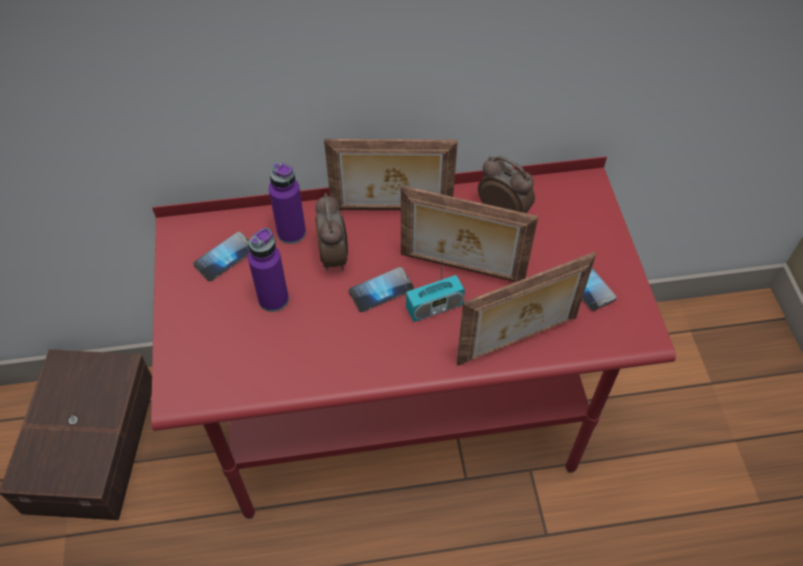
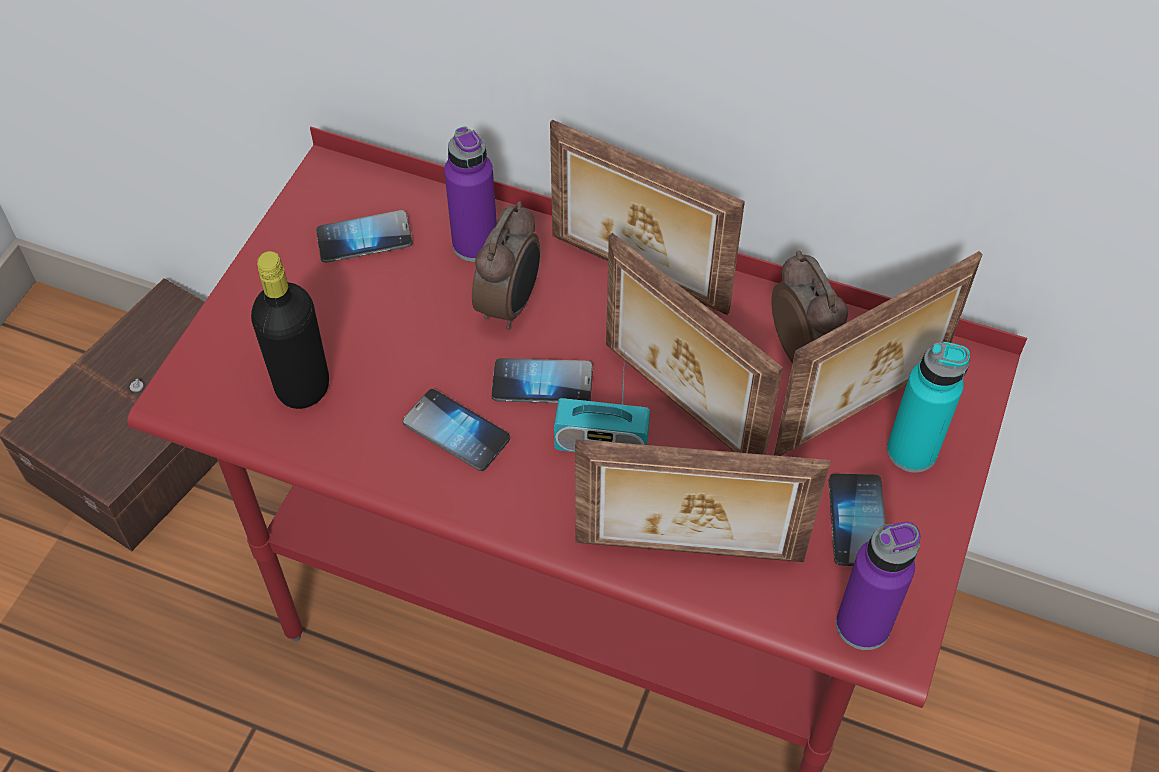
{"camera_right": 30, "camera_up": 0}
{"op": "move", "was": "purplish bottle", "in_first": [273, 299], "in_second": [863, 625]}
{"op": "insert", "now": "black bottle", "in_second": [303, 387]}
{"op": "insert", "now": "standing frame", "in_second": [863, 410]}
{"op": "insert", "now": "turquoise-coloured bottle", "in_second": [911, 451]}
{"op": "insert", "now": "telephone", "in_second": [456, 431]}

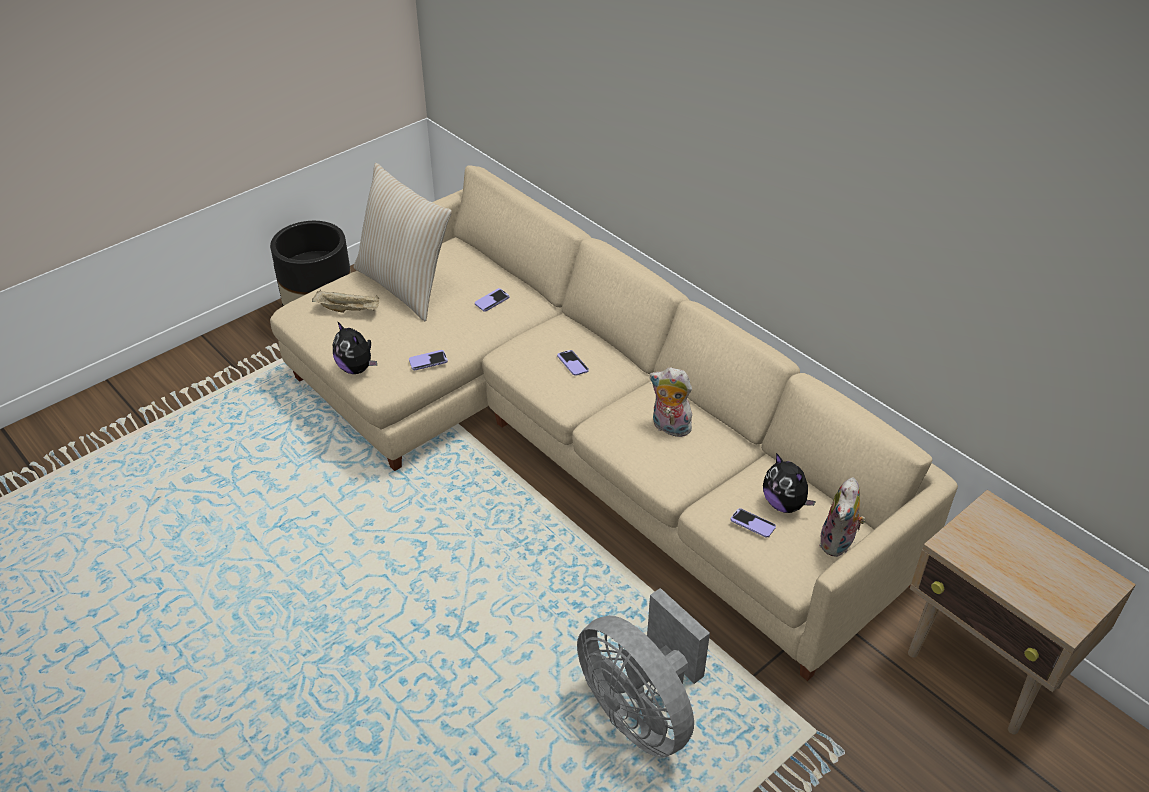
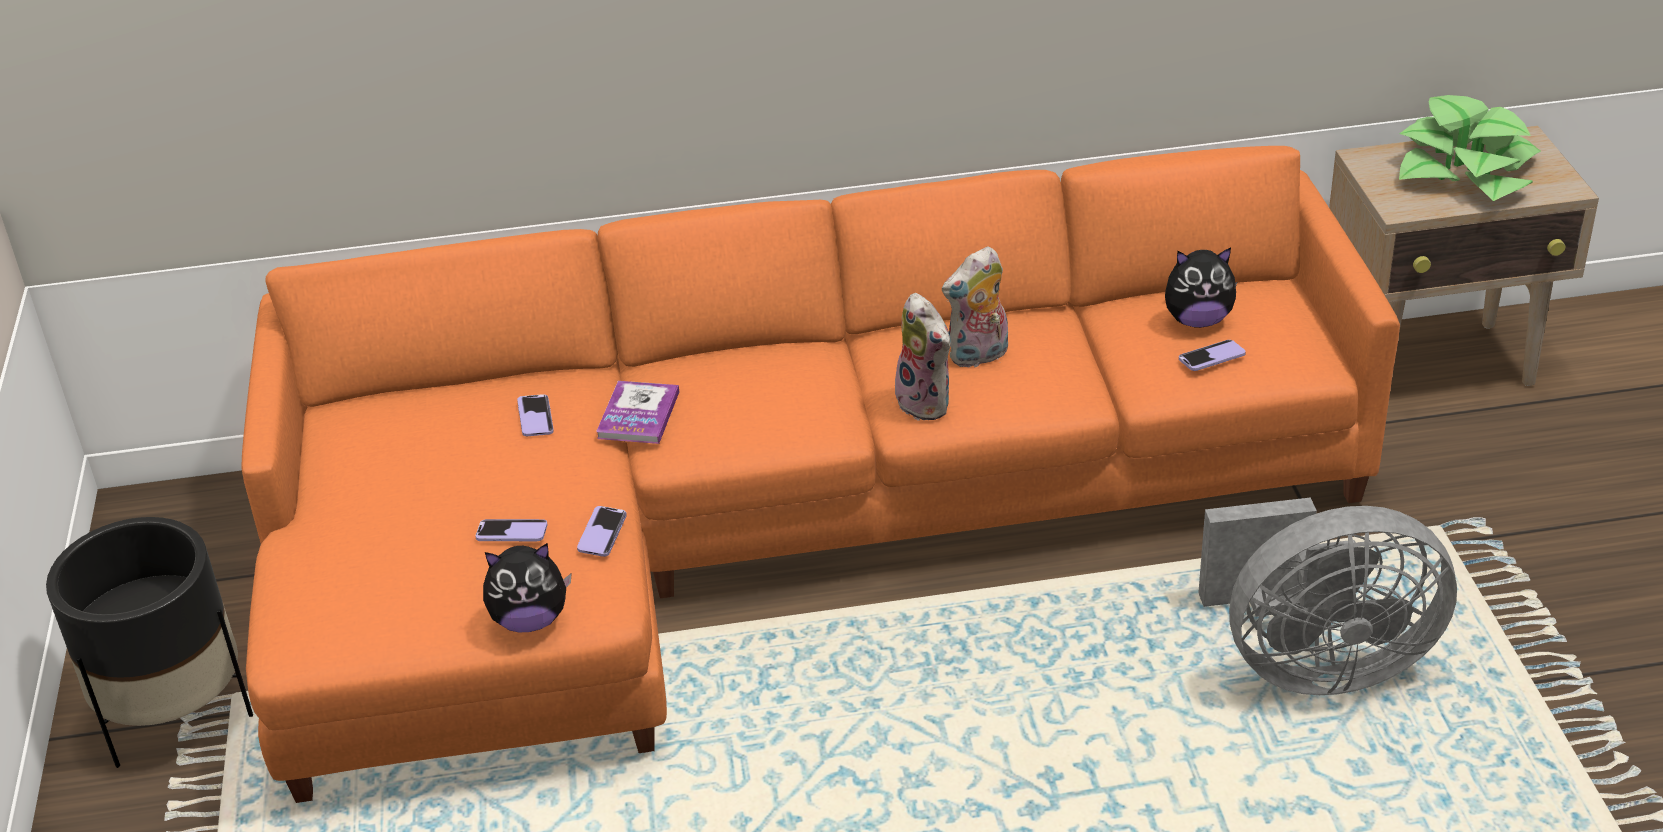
{"camera_right": -55, "camera_up": -5}
{"op": "delete", "was": "beige throw pillow", "in_first": [405, 286]}
{"op": "recolor", "was": "beige sofa", "now": "orangey sofa", "in_first": [574, 437], "in_second": [768, 529]}
{"op": "delete", "was": "beige carrying tray", "in_first": [349, 310]}
{"op": "move", "was": "telephone", "in_first": [572, 363], "in_second": [512, 532]}
{"op": "move", "was": "plush toy", "in_first": [838, 543], "in_second": [928, 403]}
{"op": "insert", "now": "potted plant", "in_second": [1465, 170]}
{"op": "insert", "now": "volume", "in_second": [638, 415]}

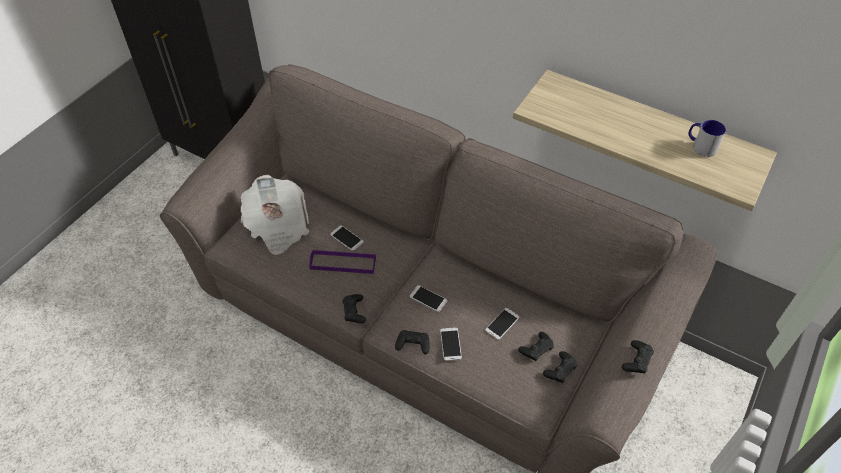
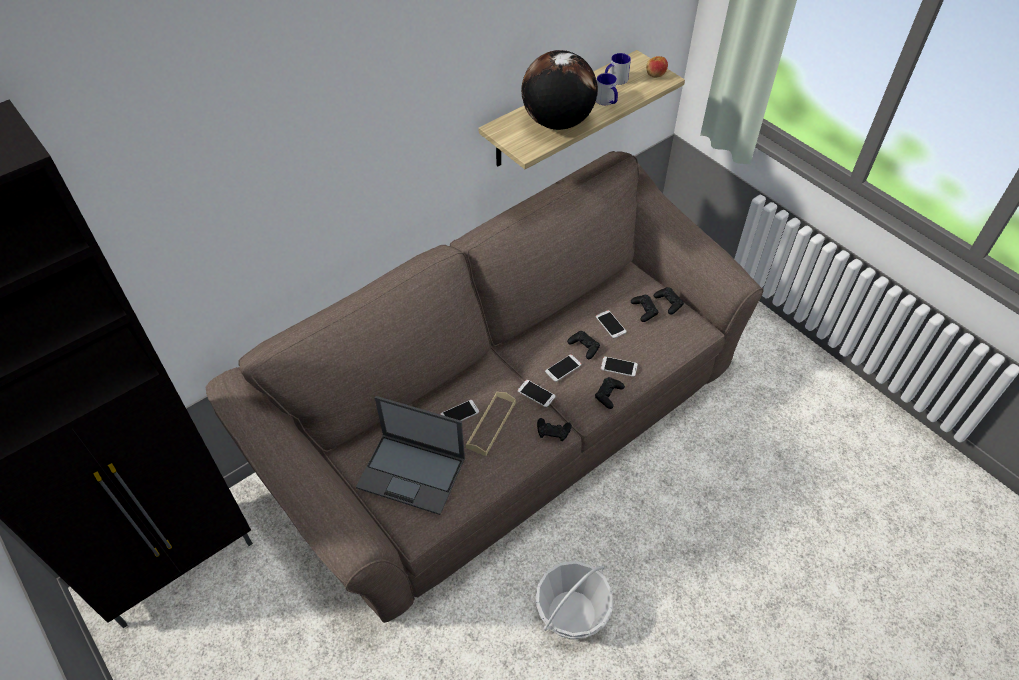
{"camera_right": -70, "camera_up": 0}
{"op": "replace", "was": "daily paper", "now": "laptop", "in_first": [277, 227], "in_second": [412, 473]}
{"op": "recolor", "was": "purplish carrying tray", "now": "beige carrying tray", "in_first": [343, 263], "in_second": [491, 425]}
{"op": "move", "was": "black game controller", "in_first": [637, 360], "in_second": [584, 347]}
{"op": "insert", "now": "world globe", "in_second": [557, 122]}
{"op": "insert", "now": "apple", "in_second": [655, 74]}
{"op": "insert", "now": "mug", "in_second": [607, 101]}
{"op": "insert", "now": "telephone", "in_second": [536, 393]}
{"op": "insert", "now": "household basket", "in_second": [571, 613]}

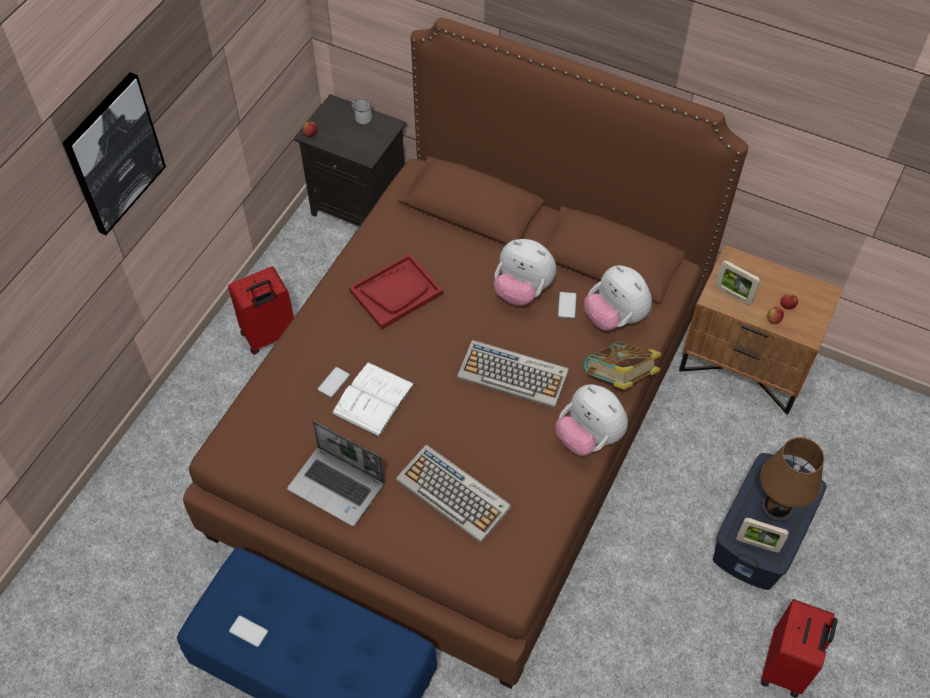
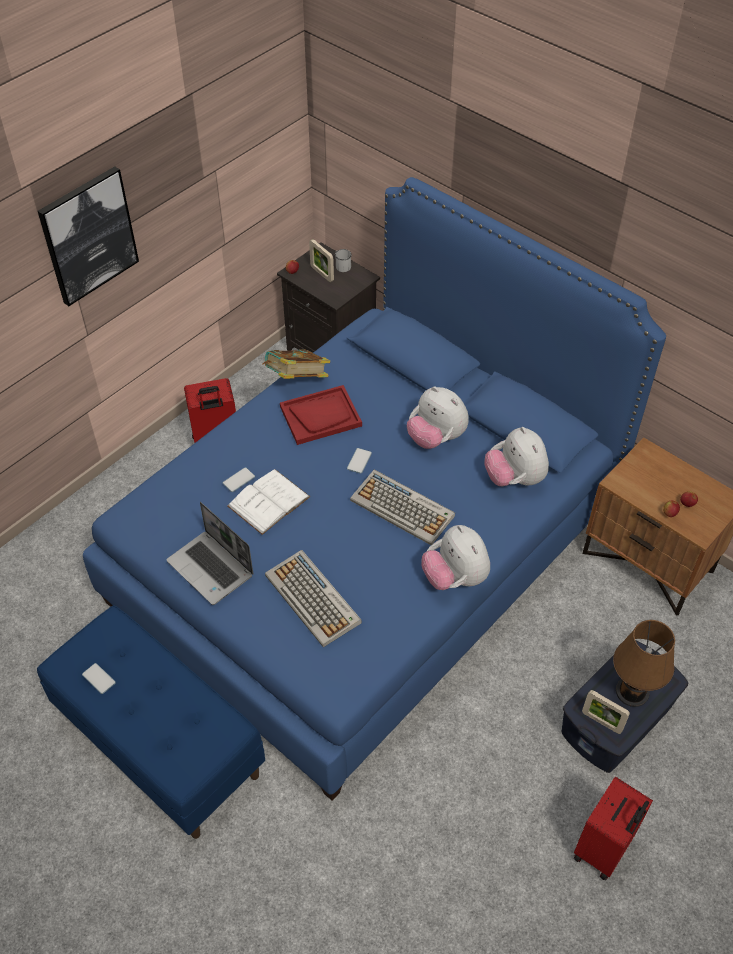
{"camera_right": 15, "camera_up": -5}
{"op": "recolor", "was": "brown-coloured bedroom bed", "now": "blue-coloured bedroom bed", "in_first": [464, 420], "in_second": [366, 552]}
{"op": "move", "was": "standing frame", "in_first": [733, 295], "in_second": [322, 274]}
{"op": "move", "was": "telephone", "in_first": [567, 305], "in_second": [359, 461]}
{"op": "move", "was": "volume", "in_first": [619, 378], "in_second": [297, 379]}

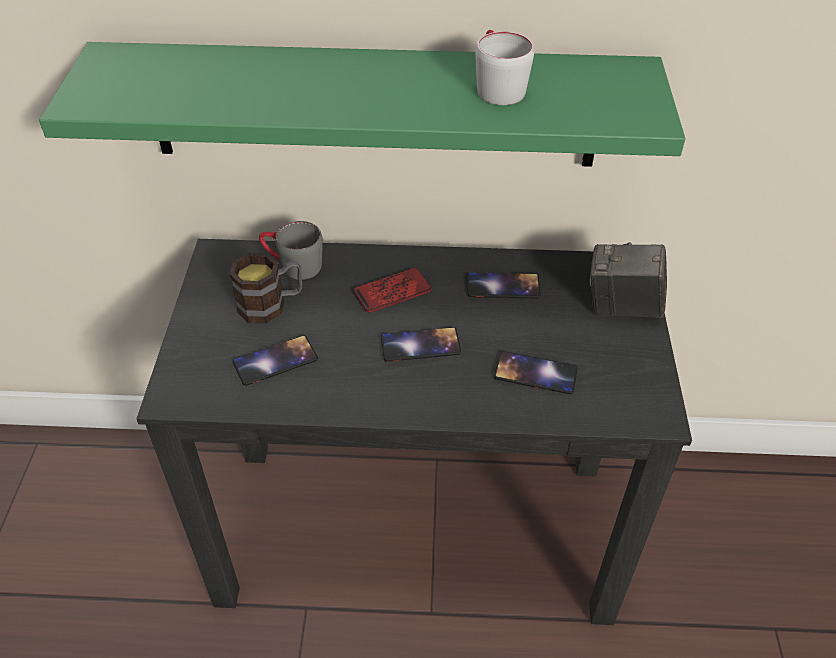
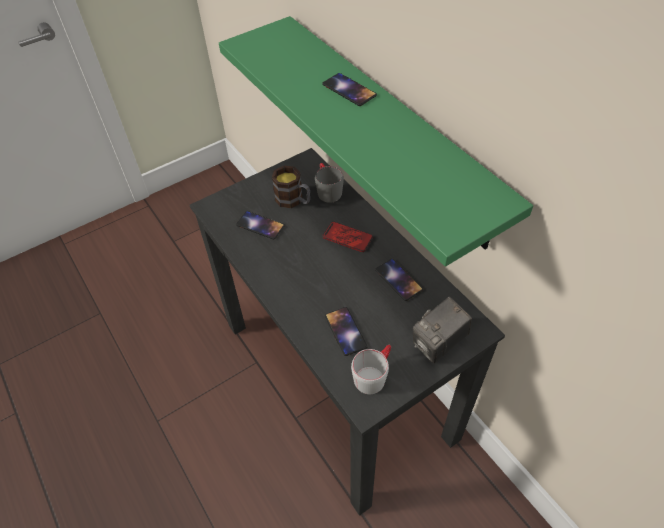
{"camera_right": 55, "camera_up": 5}
{"op": "move", "was": "grey mug", "in_first": [496, 86], "in_second": [373, 374]}
{"op": "rotate", "was": "still camera", "in_first": [622, 307], "in_second": [438, 344], "clockwise": -105}
{"op": "move", "was": "telephone", "in_first": [420, 345], "in_second": [349, 90]}

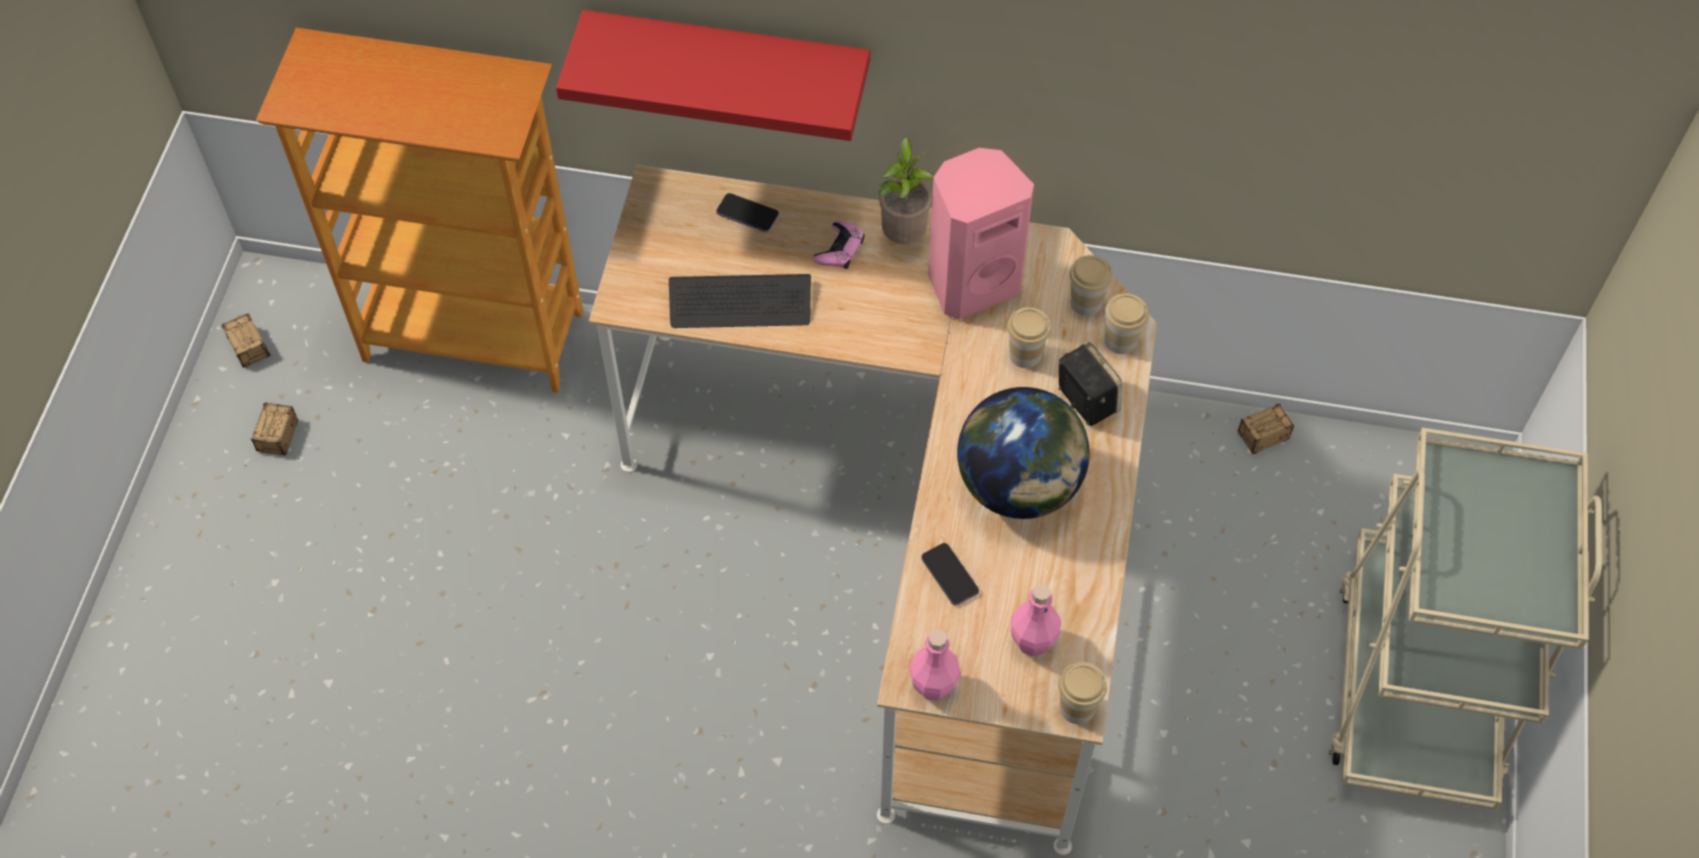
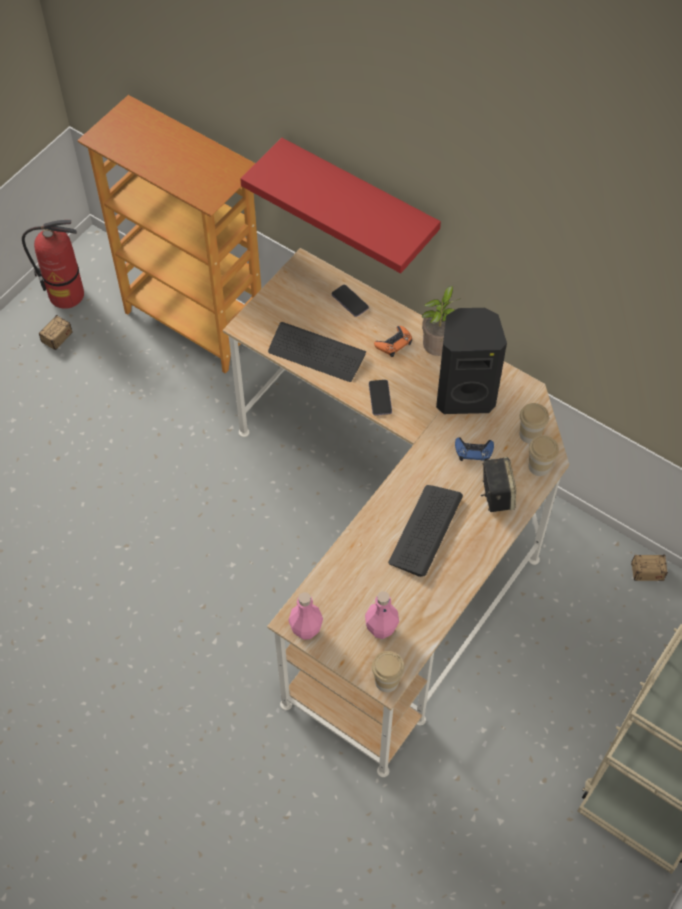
{"camera_right": 25, "camera_up": 0}
{"op": "recolor", "was": "pink-coloured speaker", "now": "black speaker", "in_first": [971, 282], "in_second": [464, 394]}
{"op": "recolor", "was": "pink-coloured game controller", "now": "orangey game controller", "in_first": [839, 249], "in_second": [394, 343]}
{"op": "replace", "was": "small cup", "now": "blue-coloured game controller", "in_first": [1025, 354], "in_second": [473, 451]}
{"op": "replace", "was": "storage bin", "now": "fire extinguisher", "in_first": [260, 368], "in_second": [67, 295]}
{"op": "replace", "was": "world globe", "now": "computer keyboard", "in_first": [1019, 486], "in_second": [425, 530]}
{"op": "move", "was": "telephone", "in_first": [949, 575], "in_second": [380, 398]}

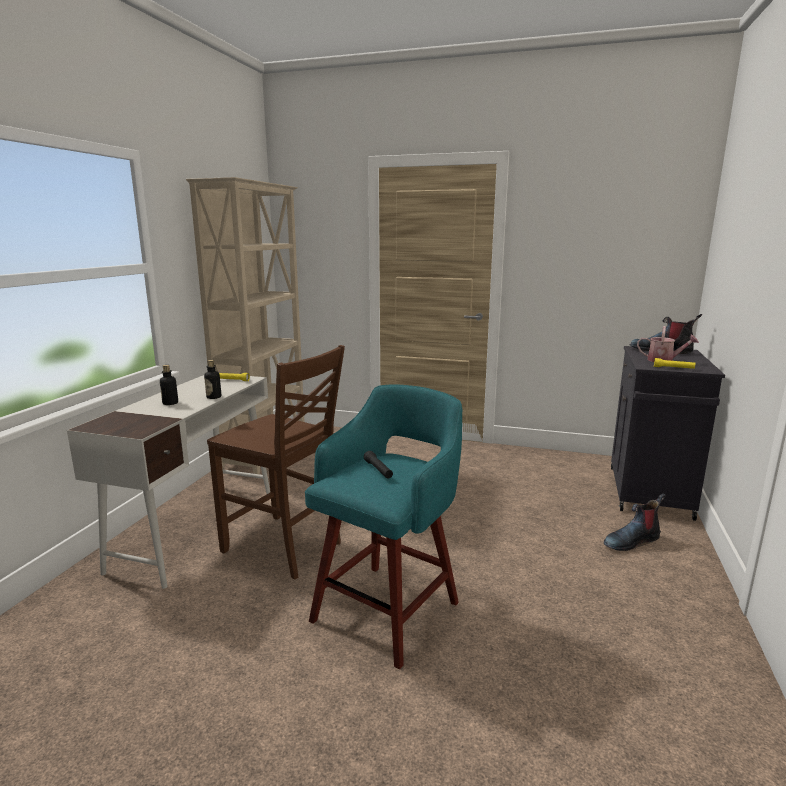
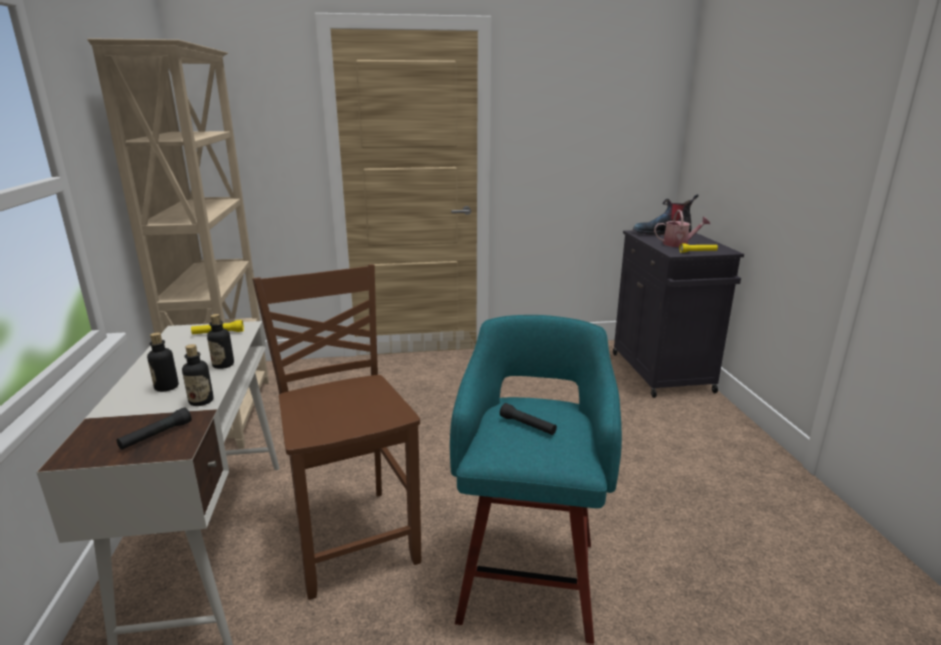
{"camera_right": -25, "camera_up": 5}
{"op": "rotate", "was": "brown-coloured chair", "in_first": [284, 547], "in_second": [353, 536], "clockwise": -120}
{"op": "delete", "was": "tall boot", "in_first": [631, 541]}
{"op": "insert", "now": "bottle", "in_second": [201, 401]}
{"op": "insert", "now": "black flashlight", "in_second": [156, 435]}

